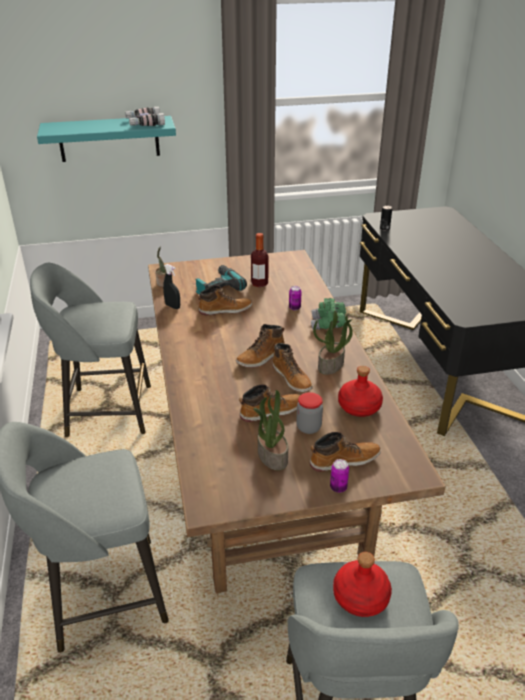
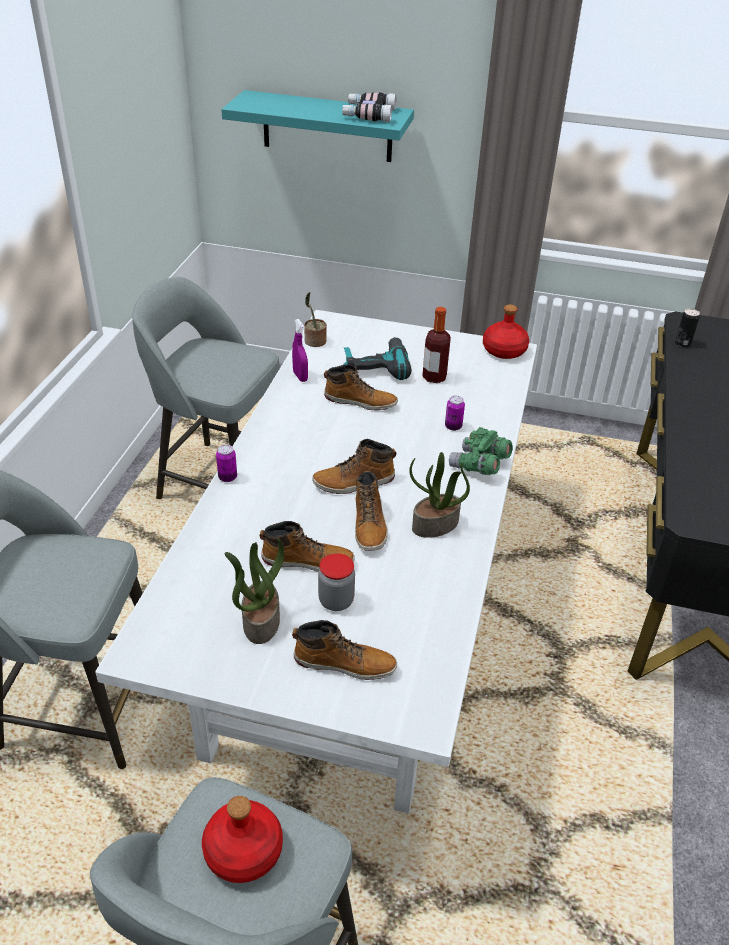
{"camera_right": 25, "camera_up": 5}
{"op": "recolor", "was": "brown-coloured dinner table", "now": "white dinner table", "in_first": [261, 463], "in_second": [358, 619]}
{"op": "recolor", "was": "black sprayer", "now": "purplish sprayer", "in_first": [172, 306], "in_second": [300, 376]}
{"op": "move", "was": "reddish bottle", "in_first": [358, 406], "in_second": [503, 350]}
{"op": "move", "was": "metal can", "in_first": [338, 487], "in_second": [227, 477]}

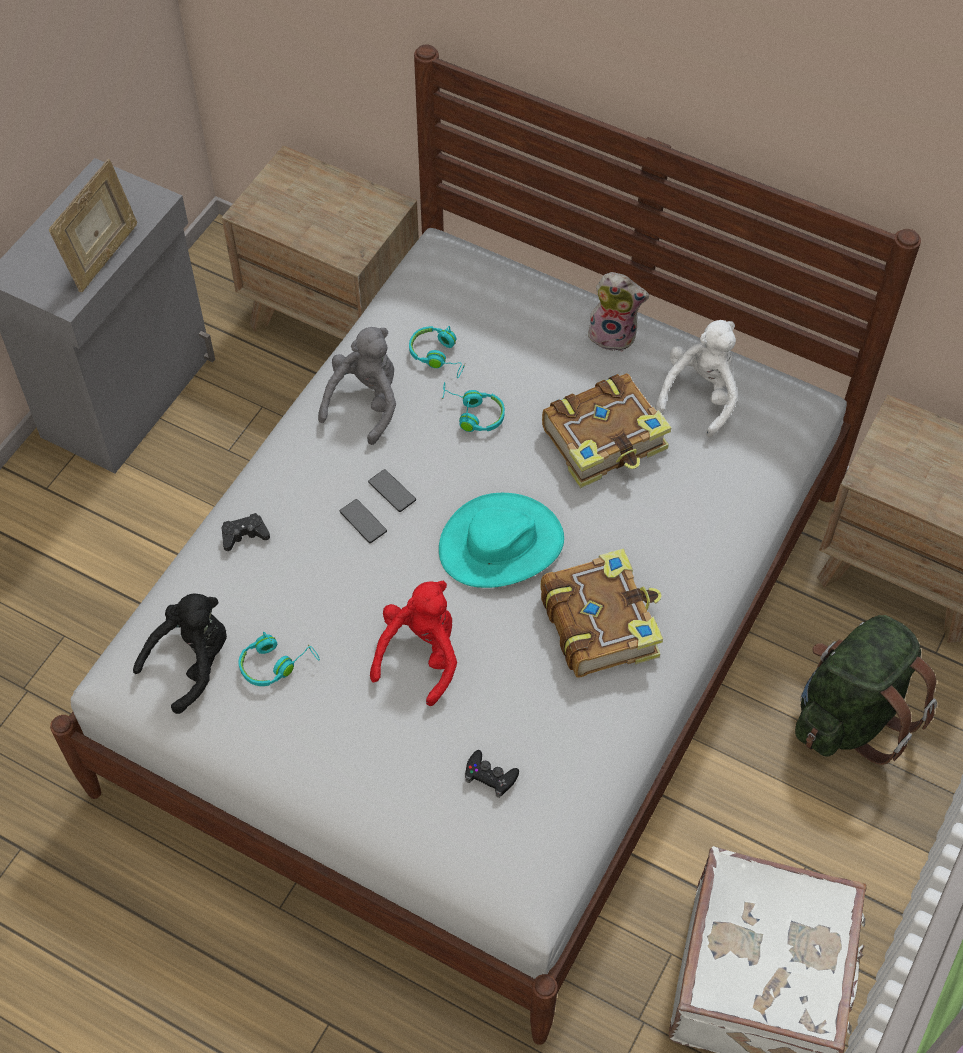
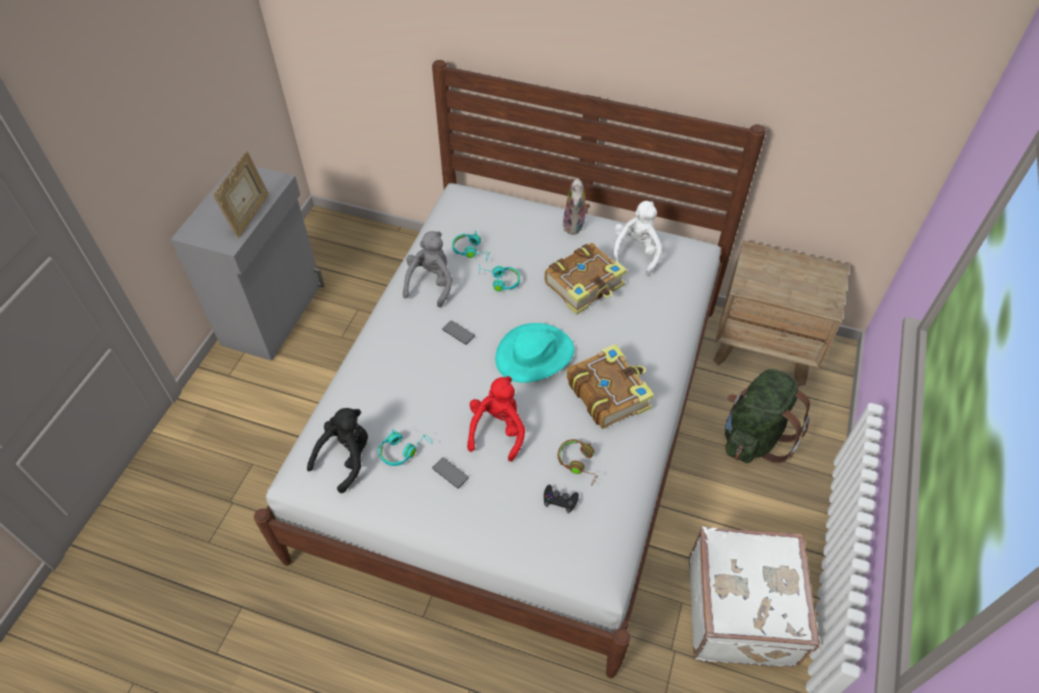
{"camera_right": -10, "camera_up": -5}
{"op": "delete", "was": "brown-coloured bedside table", "in_first": [333, 317]}
{"op": "rotate", "was": "plush toy", "in_first": [614, 335], "in_second": [575, 226], "clockwise": 90}
{"op": "move", "was": "telephone", "in_first": [363, 521], "in_second": [450, 473]}
{"op": "delete", "was": "black game controller", "in_first": [244, 535]}
{"op": "insert", "now": "brown-coloured headset", "in_second": [579, 463]}

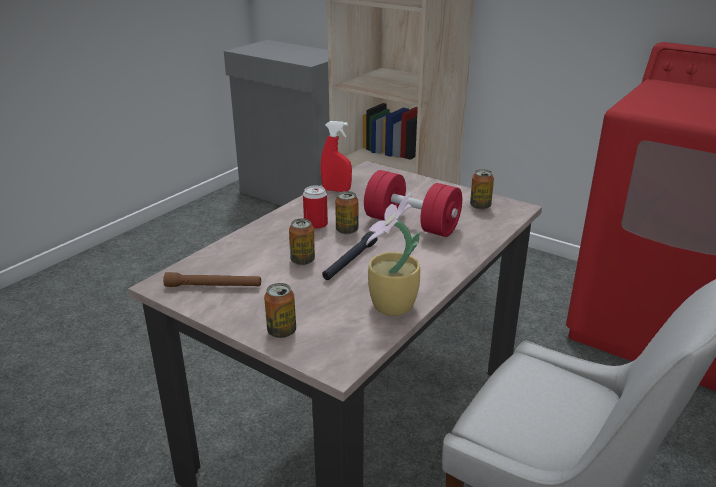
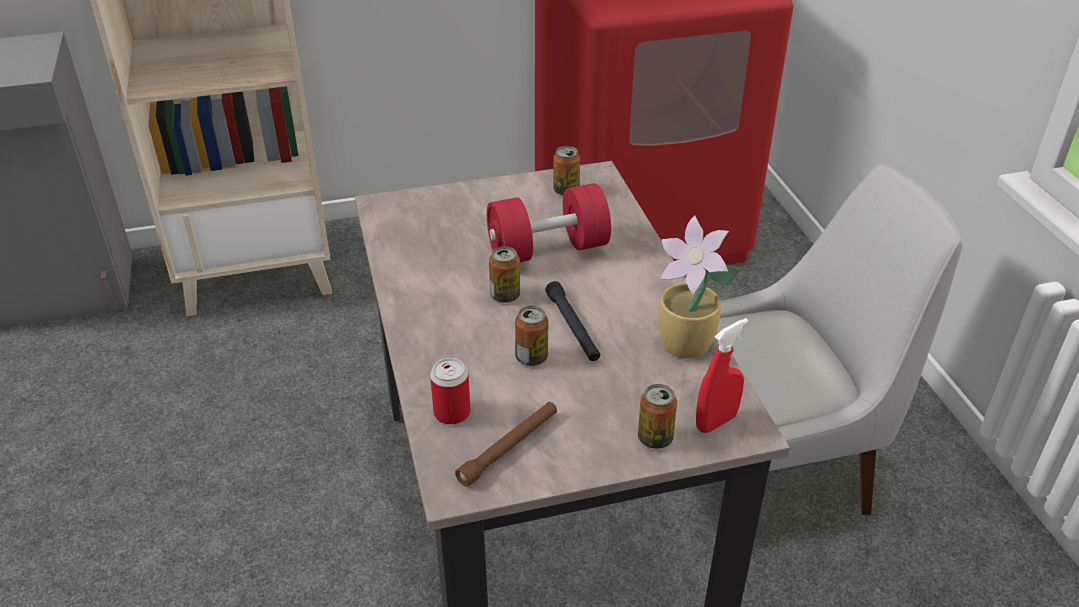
{"camera_right": -50, "camera_up": 10}
{"op": "move", "was": "reddish sprayer", "in_first": [336, 190], "in_second": [716, 422]}
{"op": "move", "was": "metal can", "in_first": [315, 225], "in_second": [452, 413]}

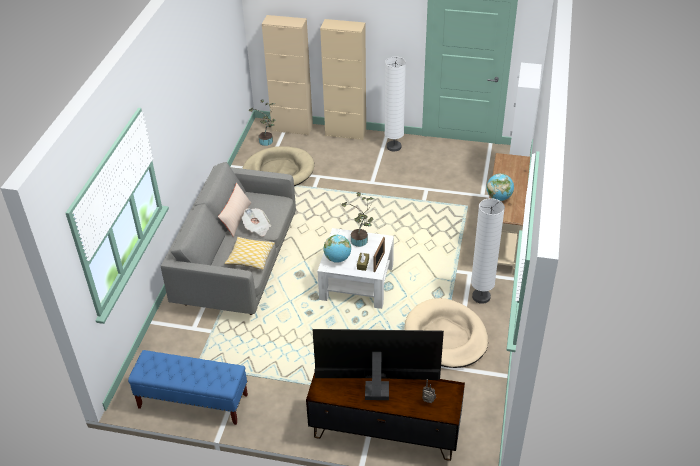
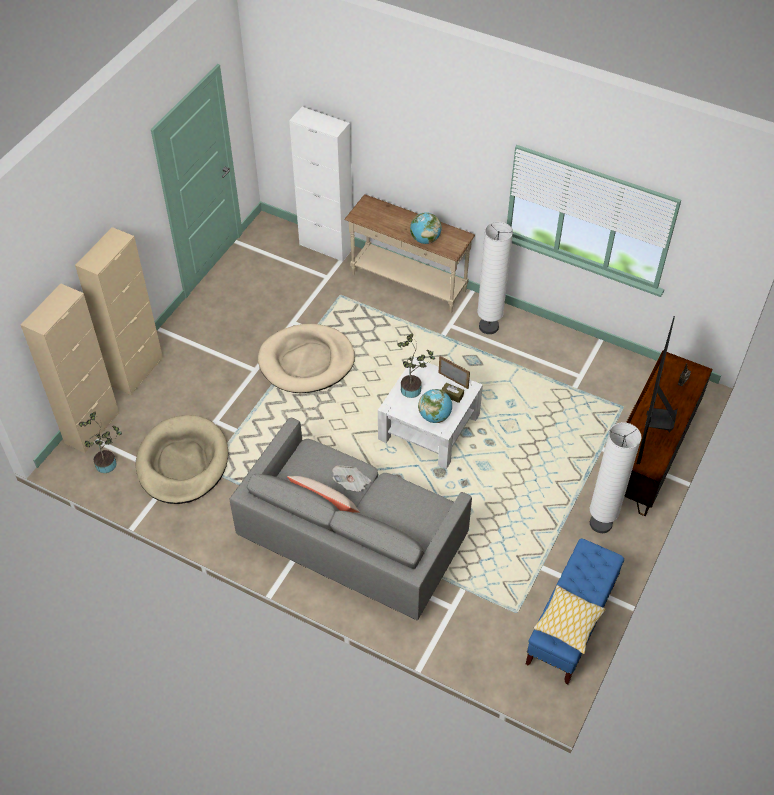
{"camera_right": -75, "camera_up": 10}
{"op": "move", "was": "white floor lamp", "in_first": [393, 147], "in_second": [600, 523]}
{"op": "move", "was": "throw pillow", "in_first": [250, 258], "in_second": [568, 623]}
{"op": "move", "was": "beige pet bed", "in_first": [446, 336], "in_second": [306, 361]}

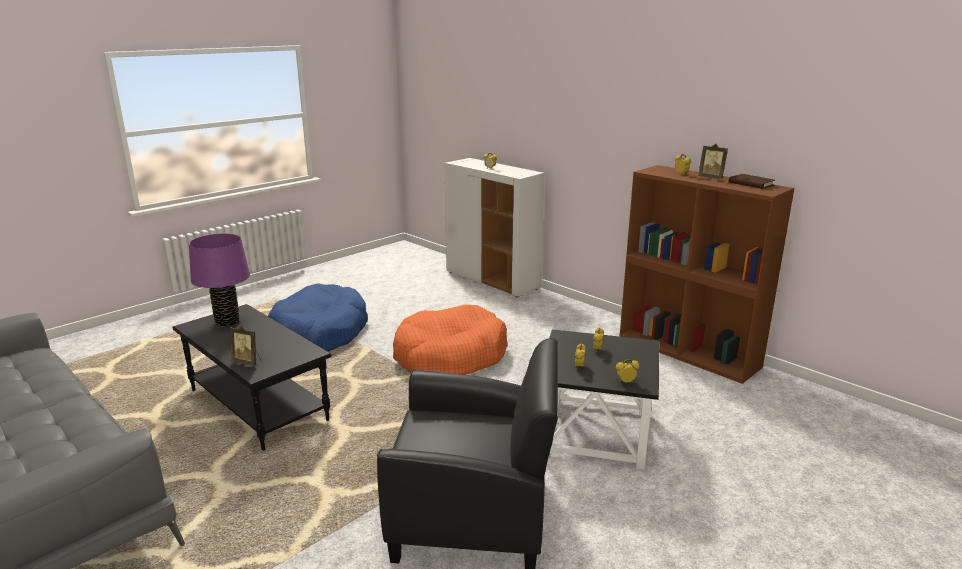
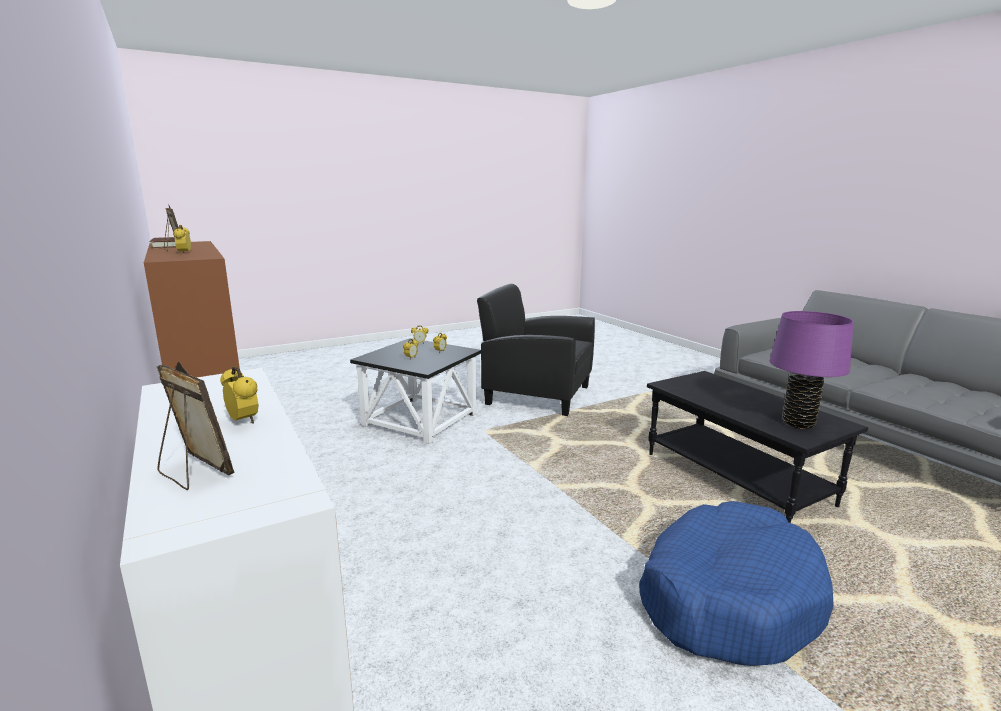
{"camera_right": -165, "camera_up": -5}
{"op": "delete", "was": "orangey pet bed", "in_first": [450, 356]}
{"op": "move", "was": "standing frame", "in_first": [247, 362], "in_second": [194, 473]}

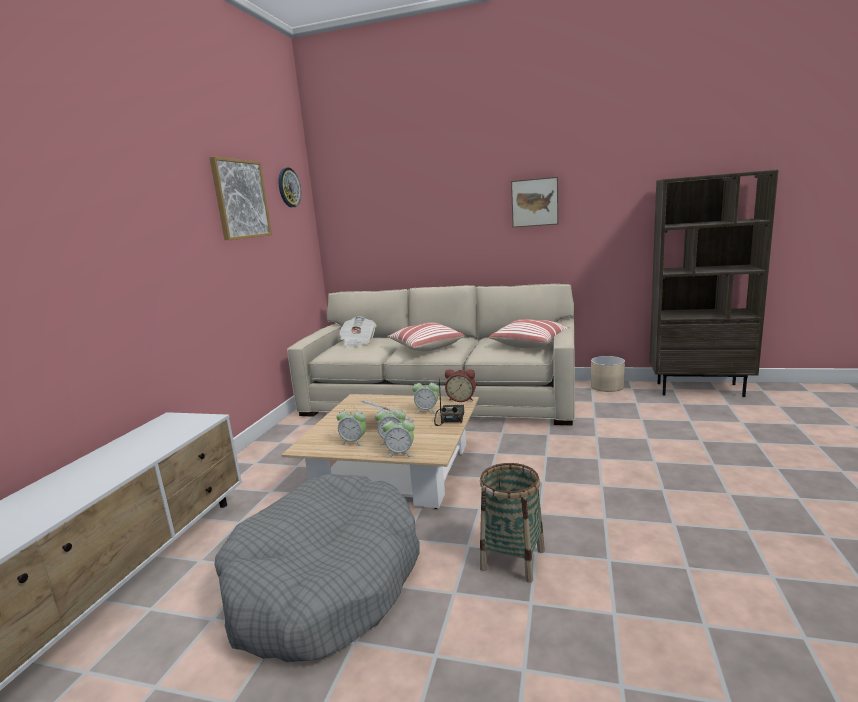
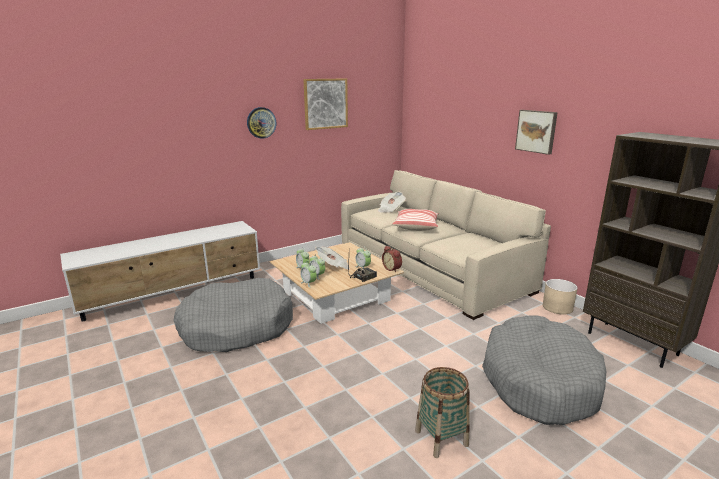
{"camera_right": 40, "camera_up": 5}
{"op": "move", "was": "clock on the wall", "in_first": [288, 187], "in_second": [261, 122]}
{"op": "delete", "was": "throw pillow", "in_first": [530, 344]}
{"op": "move", "was": "household basket", "in_first": [512, 559], "in_second": [441, 438]}
{"op": "insert", "now": "grey pet bed", "in_second": [538, 381]}

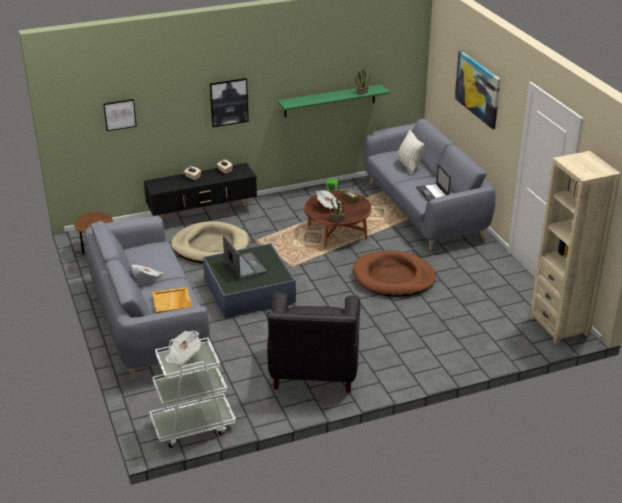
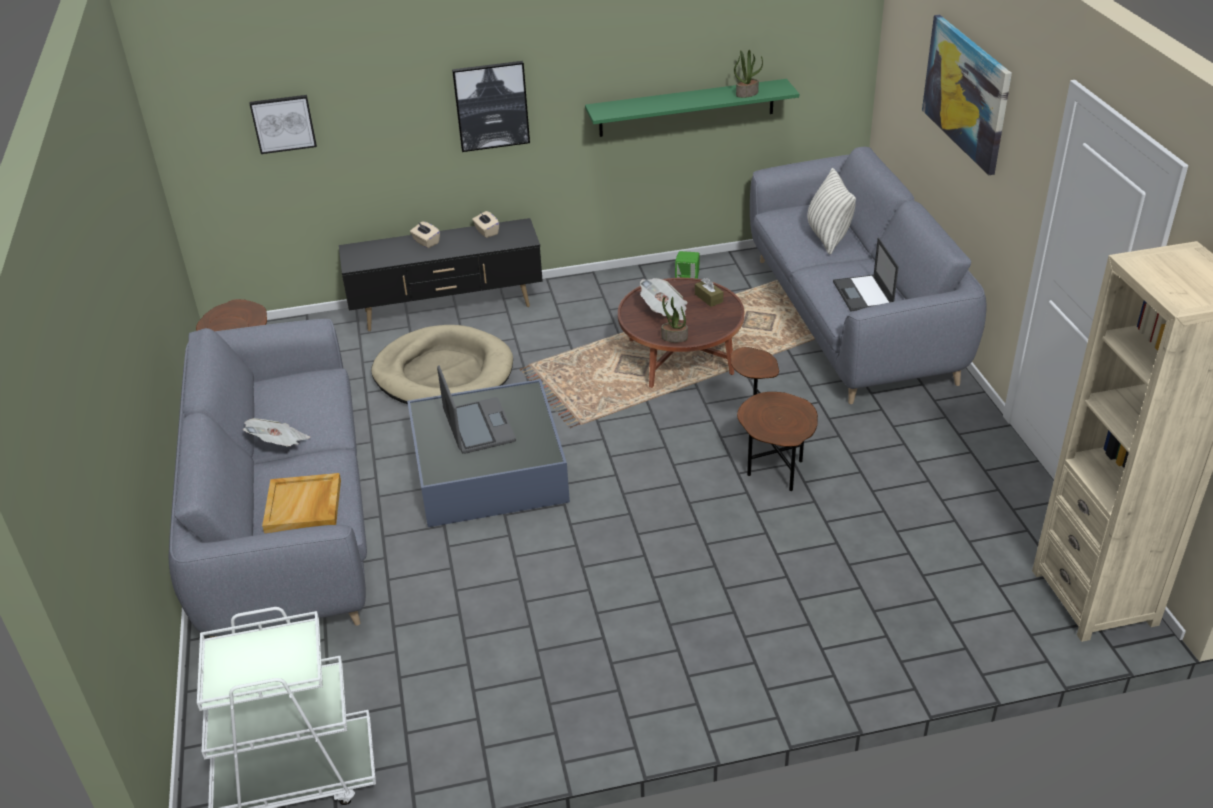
{"camera_right": 10, "camera_up": 5}
{"op": "replace", "was": "brown-coloured pet bed", "now": "brown-coloured end table", "in_first": [393, 278], "in_second": [768, 460]}
{"op": "delete", "was": "black easy chair", "in_first": [313, 370]}
{"op": "delete", "was": "daily paper", "in_first": [183, 355]}

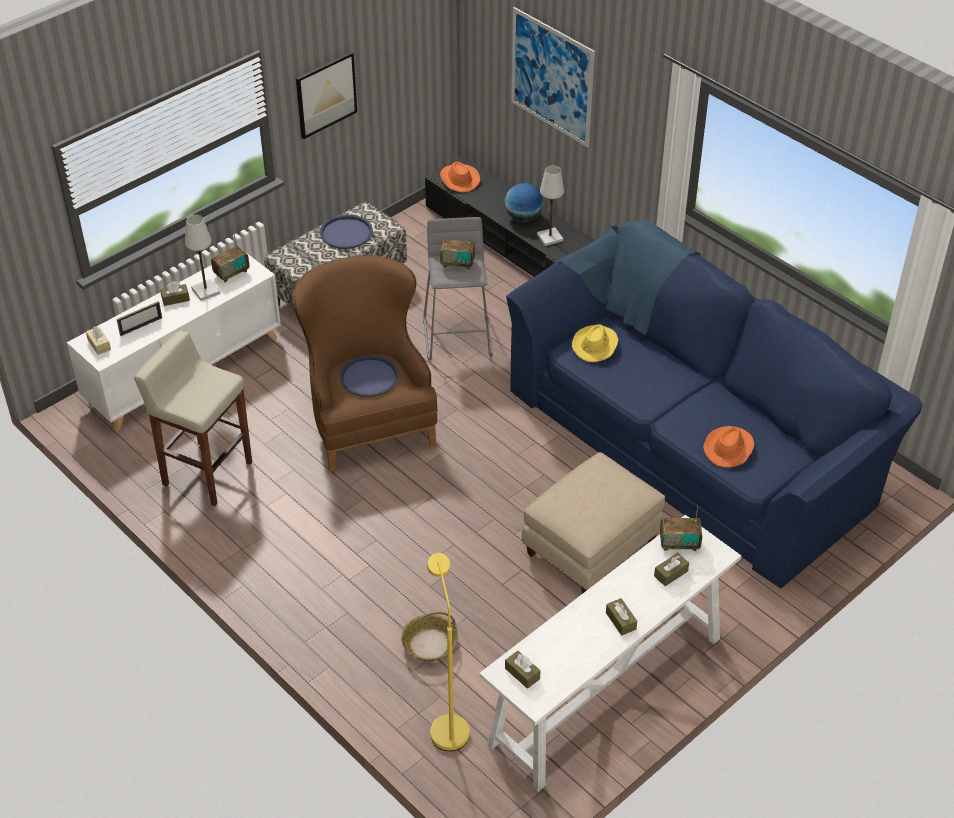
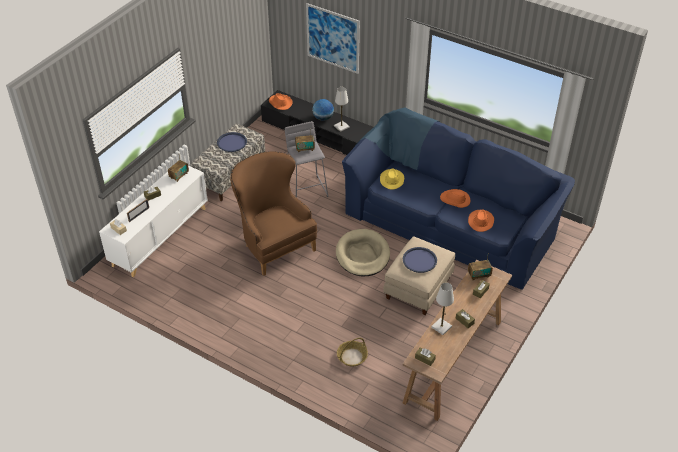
{"camera_right": -15, "camera_up": 0}
{"op": "delete", "was": "wall picture", "in_first": [326, 94]}
{"op": "move", "was": "white tabletop lamp", "in_first": [206, 291], "in_second": [441, 327]}
{"op": "delete", "was": "beige stool", "in_first": [206, 473]}
{"op": "move", "was": "blue-coloured carrying tray", "in_first": [369, 377], "in_second": [419, 260]}
{"op": "recolor", "was": "white narrow table", "now": "brown-coloured narrow table", "in_first": [605, 692], "in_second": [453, 361]}
{"op": "delete", "was": "yellow floor lamp", "in_first": [447, 725]}
{"op": "insert", "now": "orangey hat", "in_second": [455, 200]}
{"op": "insert", "now": "beige pet bed", "in_second": [362, 255]}

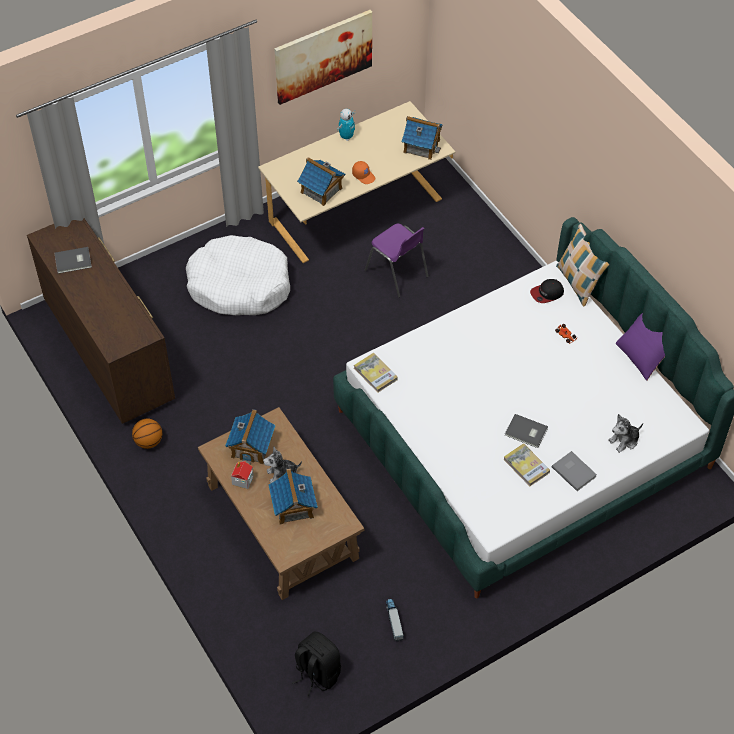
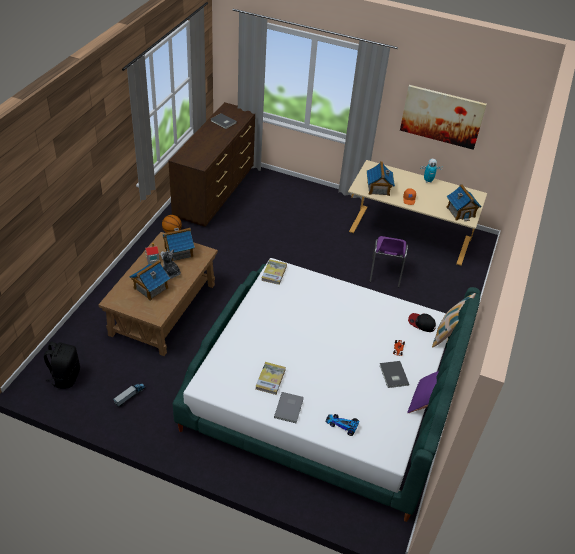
{"camera_right": 50, "camera_up": -10}
{"op": "delete", "was": "white pet bed", "in_first": [239, 285]}
{"op": "move", "was": "grey volume", "in_first": [526, 432], "in_second": [393, 375]}
{"op": "replace", "was": "plush toy", "now": "model car", "in_first": [624, 440], "in_second": [342, 425]}

